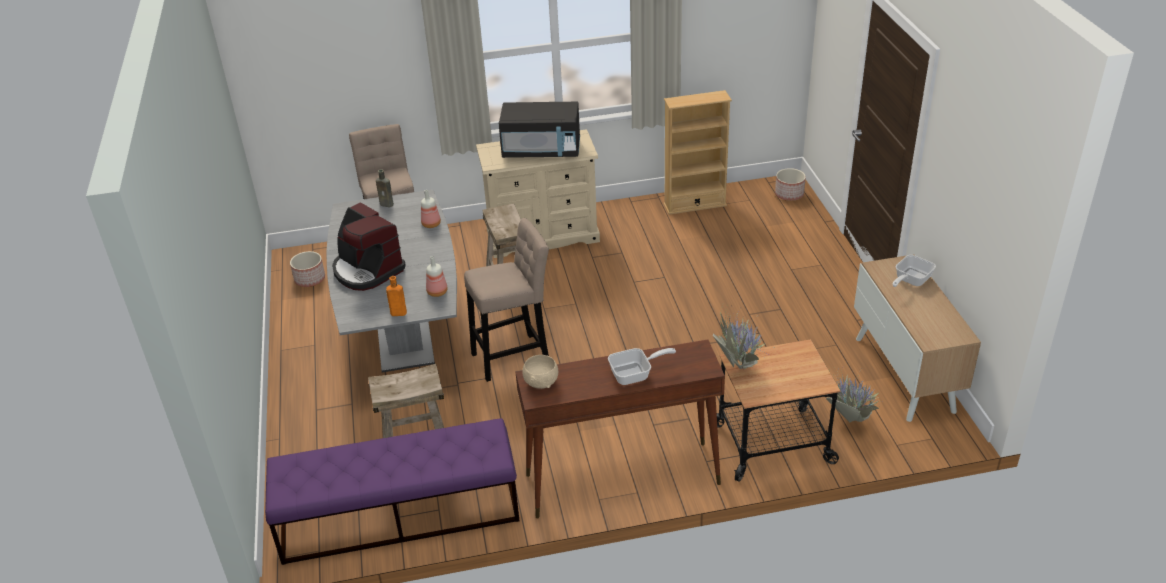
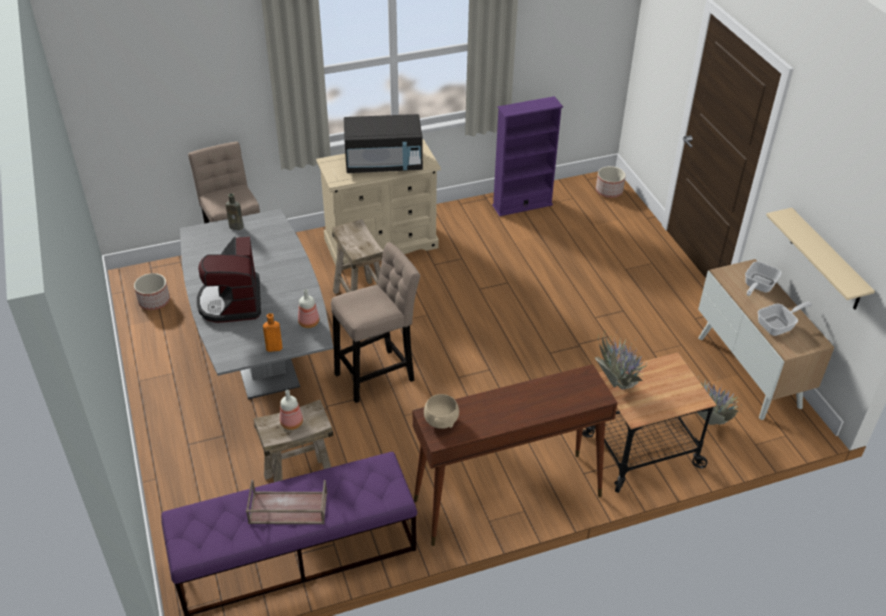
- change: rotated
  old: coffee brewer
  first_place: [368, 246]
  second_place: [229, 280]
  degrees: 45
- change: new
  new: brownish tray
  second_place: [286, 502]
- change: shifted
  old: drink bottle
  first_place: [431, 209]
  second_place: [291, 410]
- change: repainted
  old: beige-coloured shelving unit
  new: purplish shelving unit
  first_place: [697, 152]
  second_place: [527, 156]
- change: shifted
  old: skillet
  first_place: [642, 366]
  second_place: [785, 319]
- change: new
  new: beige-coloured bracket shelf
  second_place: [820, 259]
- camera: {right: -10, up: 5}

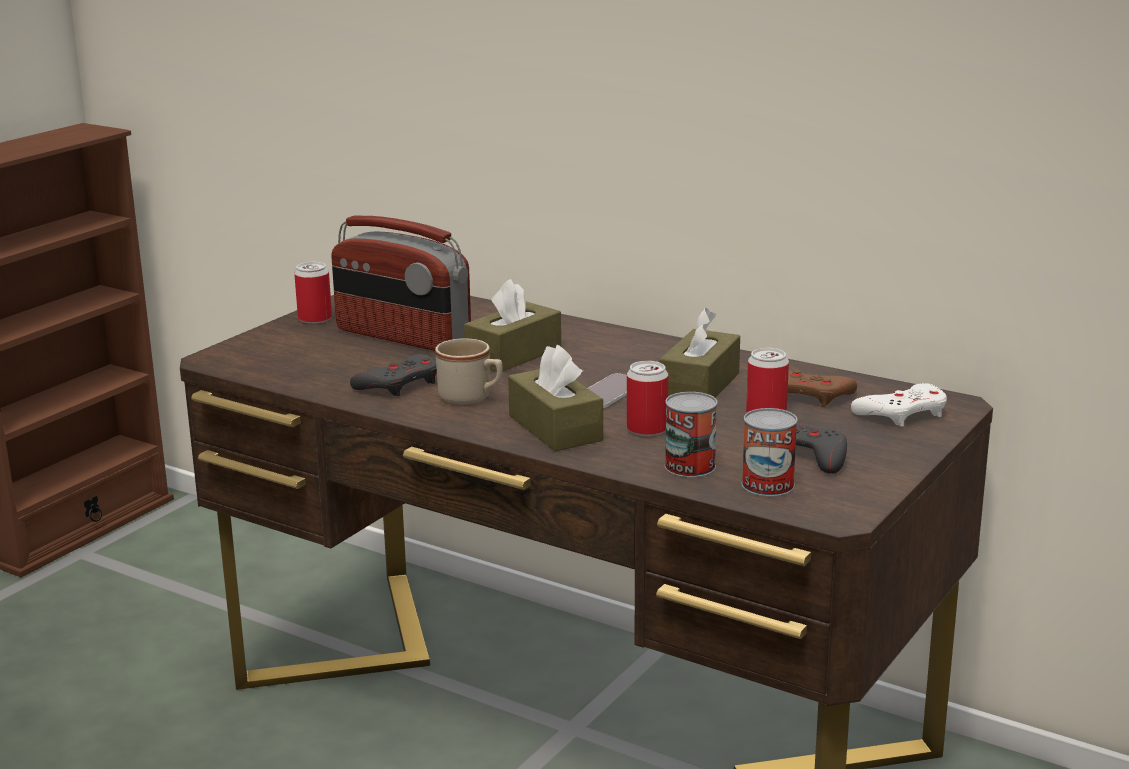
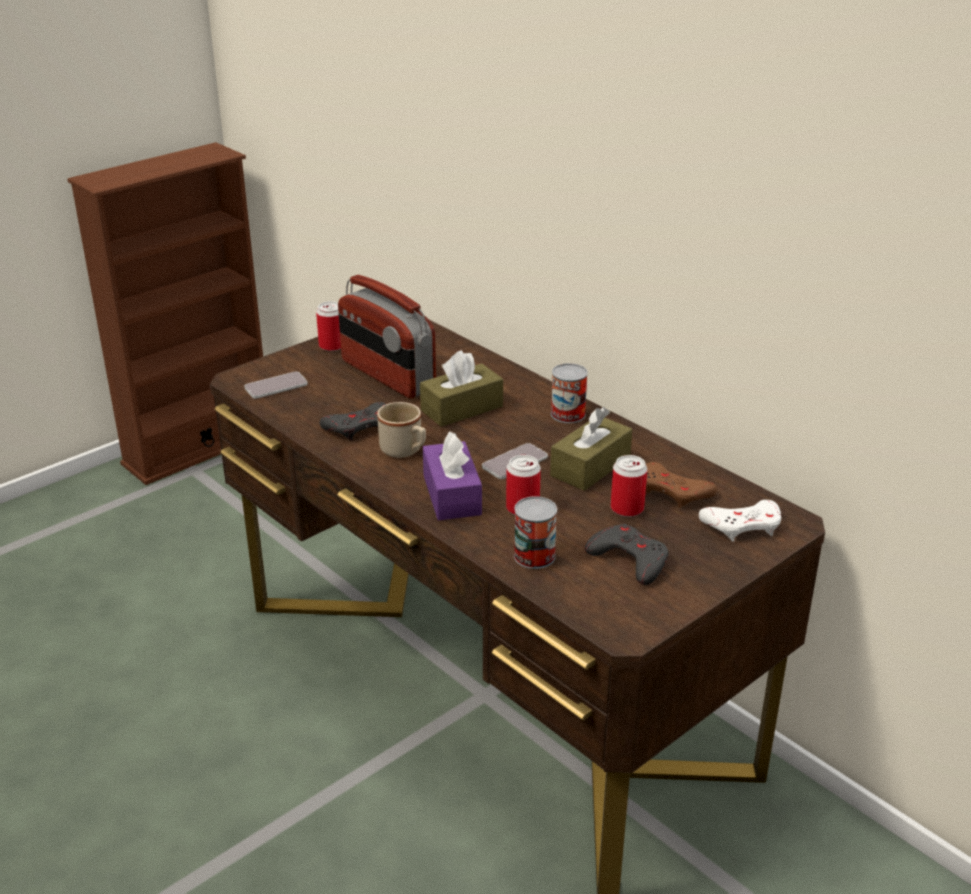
- change: new
  new: phone
  second_place: [276, 385]
- change: repainted
  old: brownish tissue box
  new: purplish tissue box
  first_place: [555, 398]
  second_place: [452, 475]
- change: shifted
  old: can
  first_place: [770, 452]
  second_place: [569, 393]
- camera: {right: 15, up: 10}

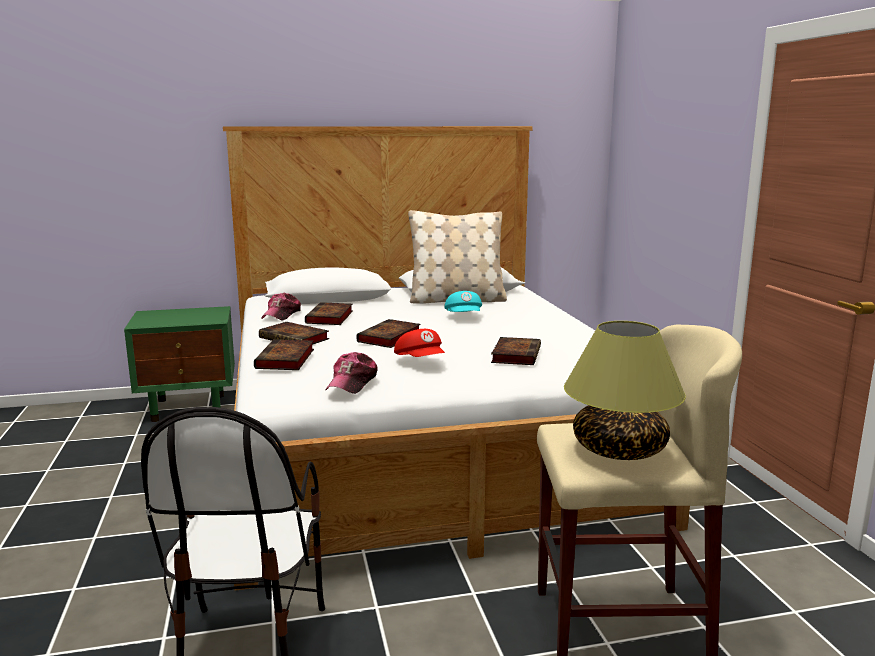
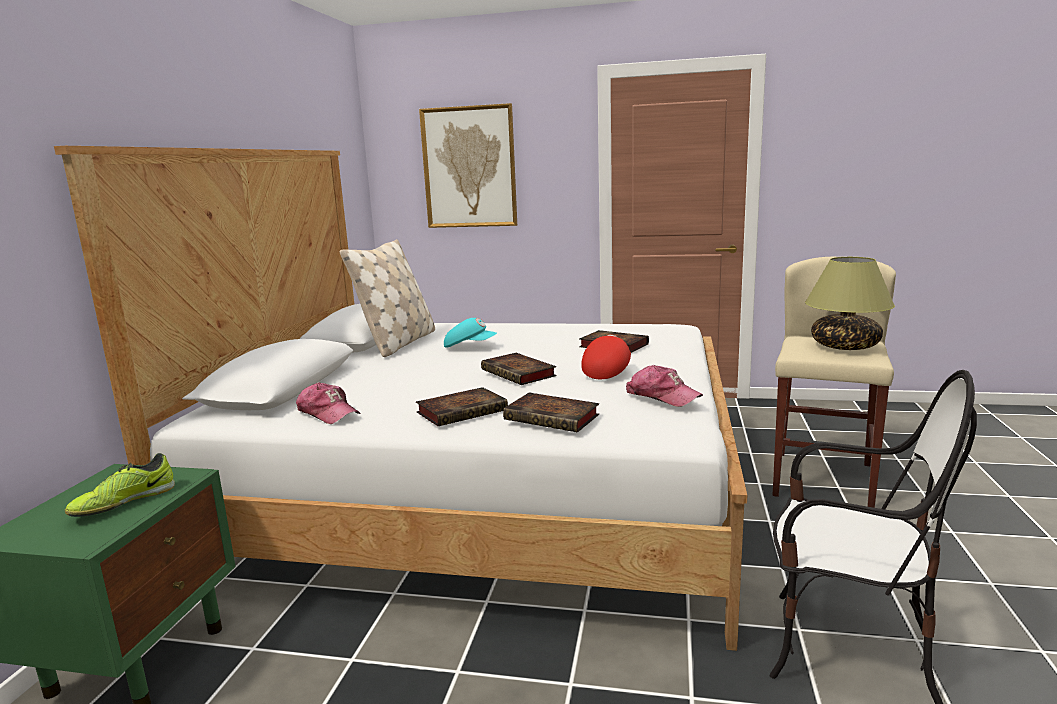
- change: new
  new: shoe
  second_place: [120, 485]
- change: new
  new: wall art
  second_place: [468, 165]
- change: rotated
  old: reddish cap
  first_place: [419, 343]
  second_place: [606, 357]
  degrees: -60
- change: gone
  old: volume
  first_place: [329, 313]
- camera: {right: -65, up: 0}

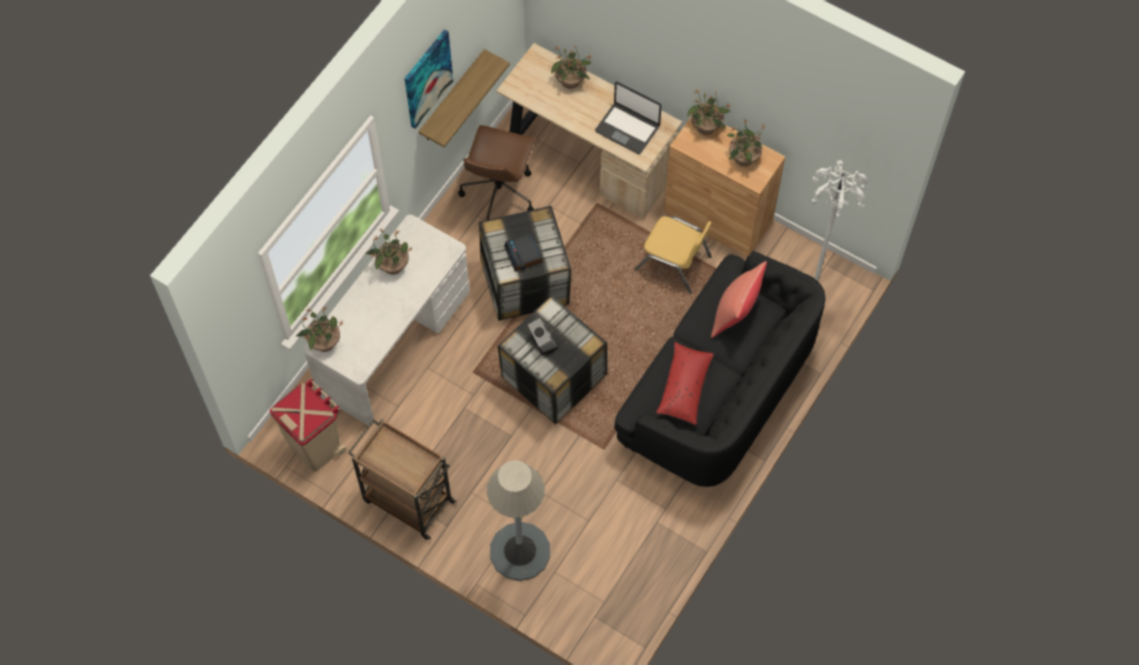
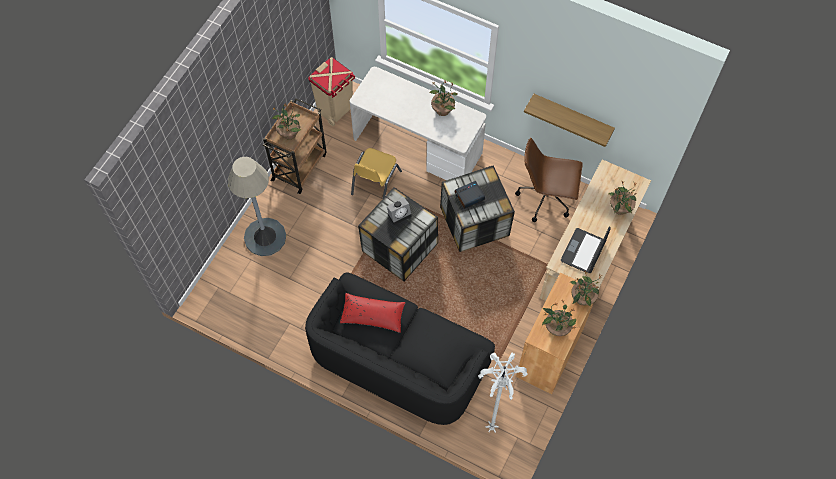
- change: shifted
  old: plant in a pot
  first_place: [319, 329]
  second_place: [286, 121]
- change: shifted
  old: yellowish chair
  first_place: [673, 255]
  second_place: [376, 173]
- change: gone
  old: wall art
  first_place: [429, 79]
- change: gone
  old: reddish pillow
  first_place: [739, 299]
- camera: {right: 85, up: 0}

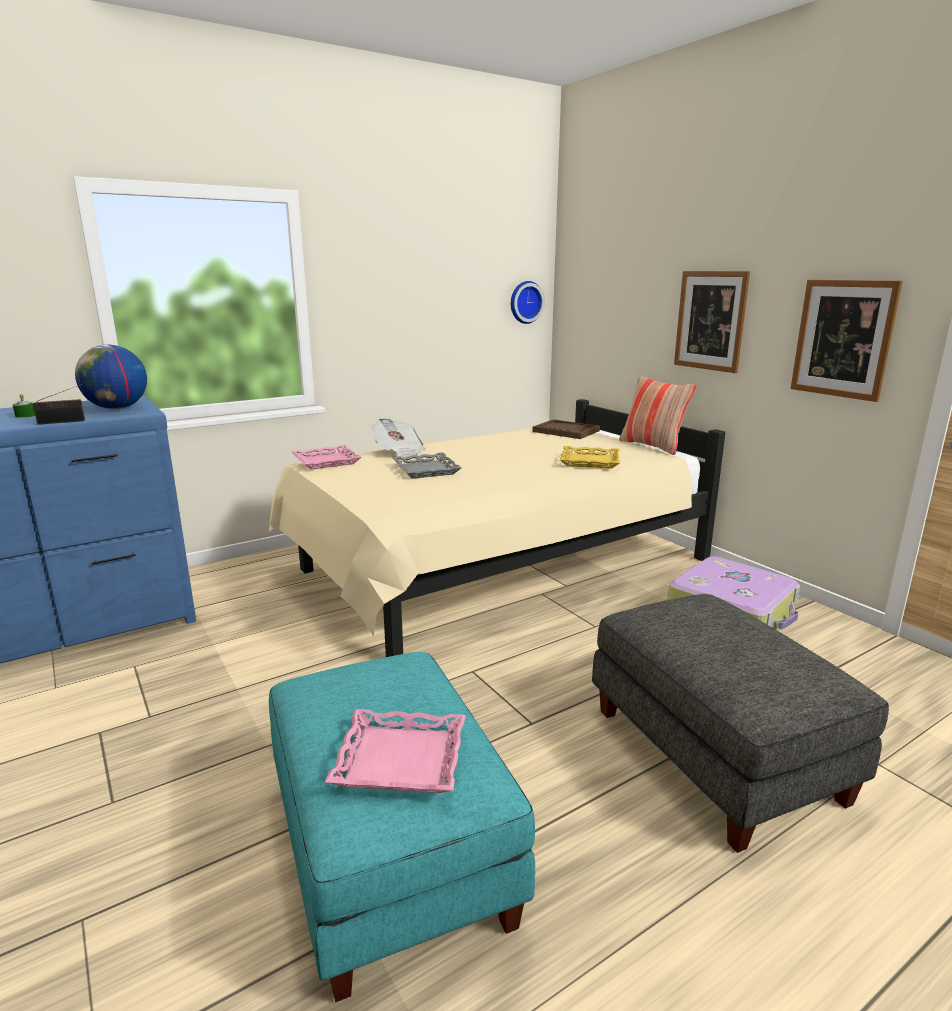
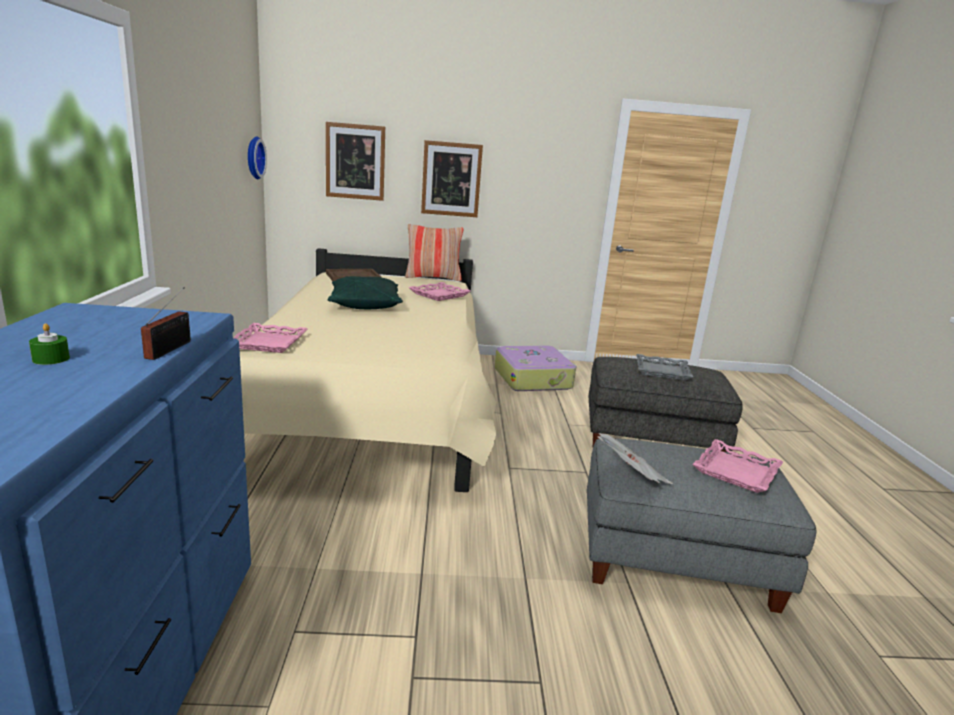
- change: shifted
  old: wall art
  first_place: [846, 341]
  second_place: [355, 161]
- change: new
  new: greenish pillow
  second_place: [365, 292]
- change: repainted
  old: yellowish tray
  new: pink-coloured tray
  first_place: [590, 457]
  second_place: [440, 291]
- change: repainted
  old: blue-green ottoman
  new: greyish ottoman
  first_place: [402, 827]
  second_place: [701, 525]
- change: shifted
  old: printed paper
  first_place: [398, 437]
  second_place: [635, 458]
- change: shifted
  old: greyish tray
  first_place: [427, 465]
  second_place: [664, 367]
- change: gone
  old: world globe
  first_place: [111, 377]
- camera: {right: -60, up: 0}

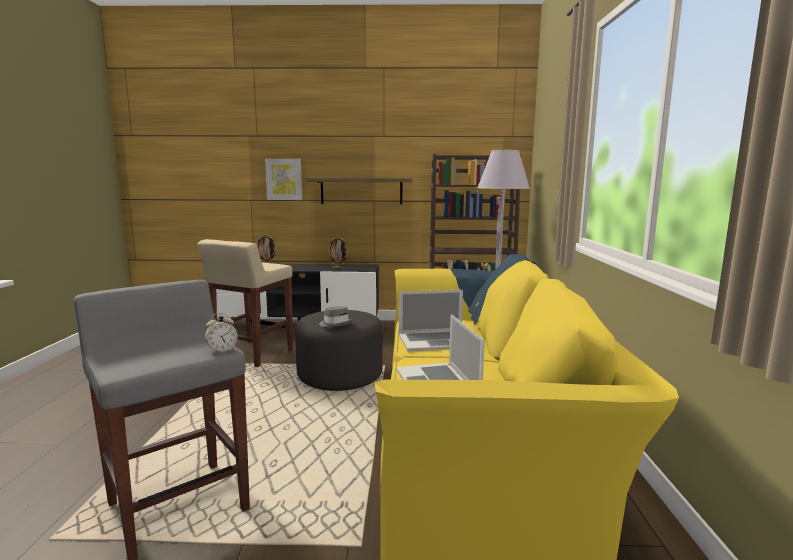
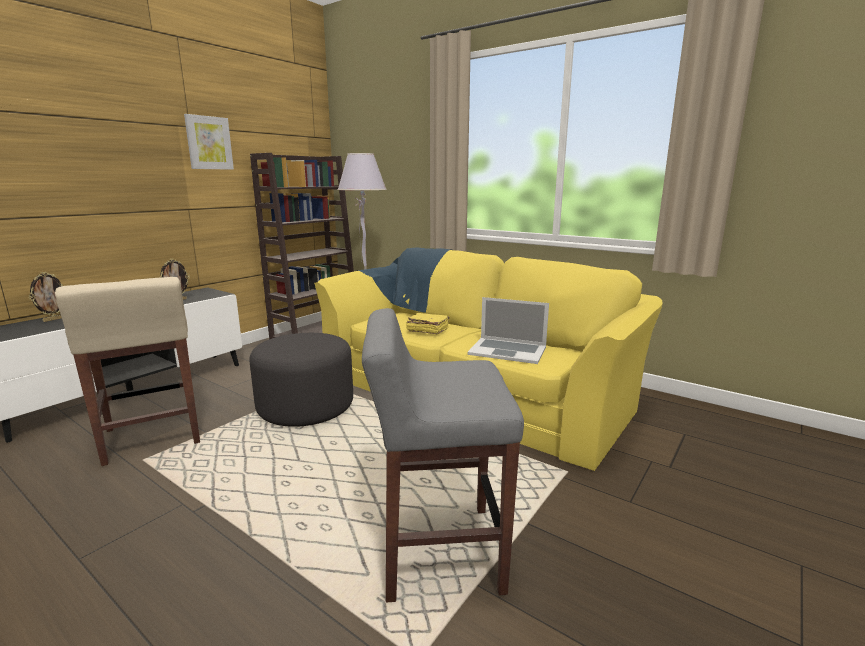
- change: shifted
  old: wall art
  first_place: [283, 179]
  second_place: [209, 142]
- change: swapped
  old: portable computer
  new: yellowish volume
  first_place: [431, 320]
  second_place: [428, 323]
- change: gone
  old: table clock
  first_place: [221, 333]
- change: gone
  old: bracket shelf
  first_place: [359, 191]
- change: gone
  old: greyish wearable hat
  first_place: [336, 316]
- camera: {right: -55, up: 5}

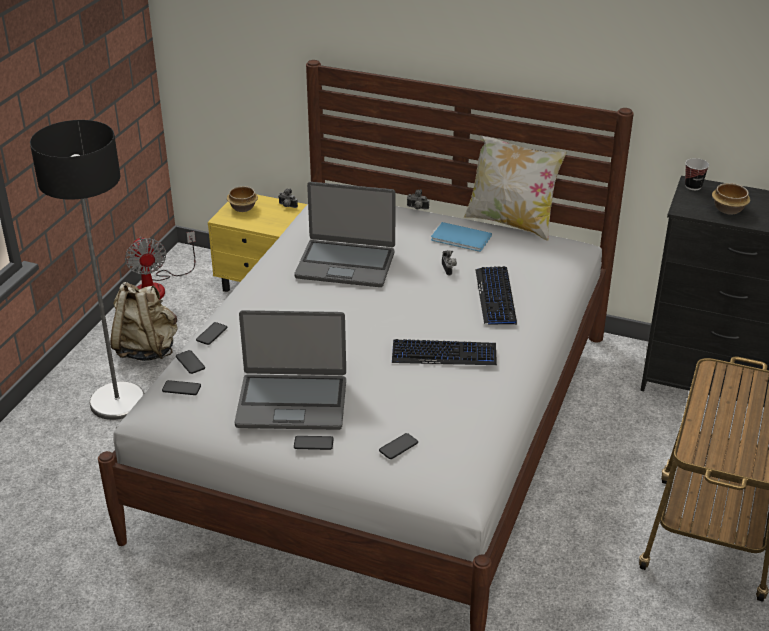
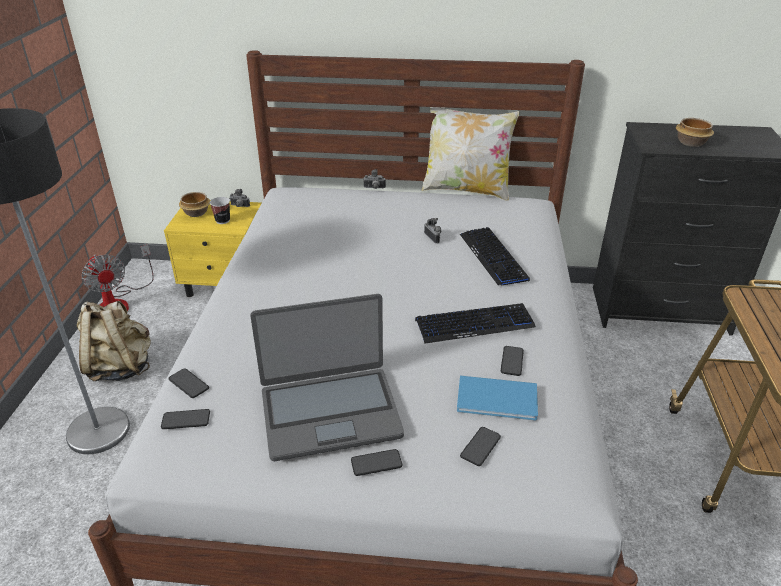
- change: shifted
  old: cup
  first_place: [697, 174]
  second_place: [220, 210]
- change: shifted
  old: blue-coloured volume
  first_place: [461, 237]
  second_place: [497, 398]
- change: shifted
  old: phone
  first_place: [211, 333]
  second_place: [512, 361]
- change: gone
  old: portable computer
  first_place: [345, 234]
- camera: {right: -15, up: 0}

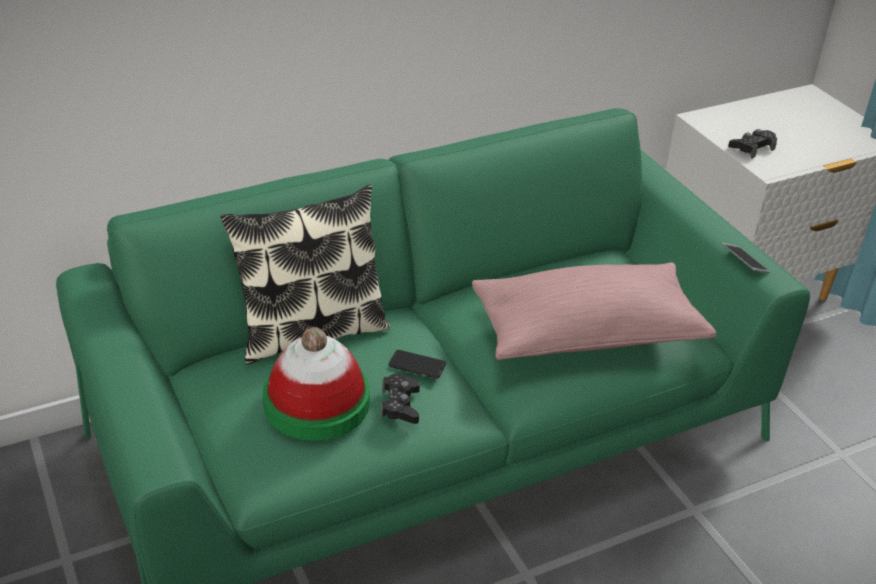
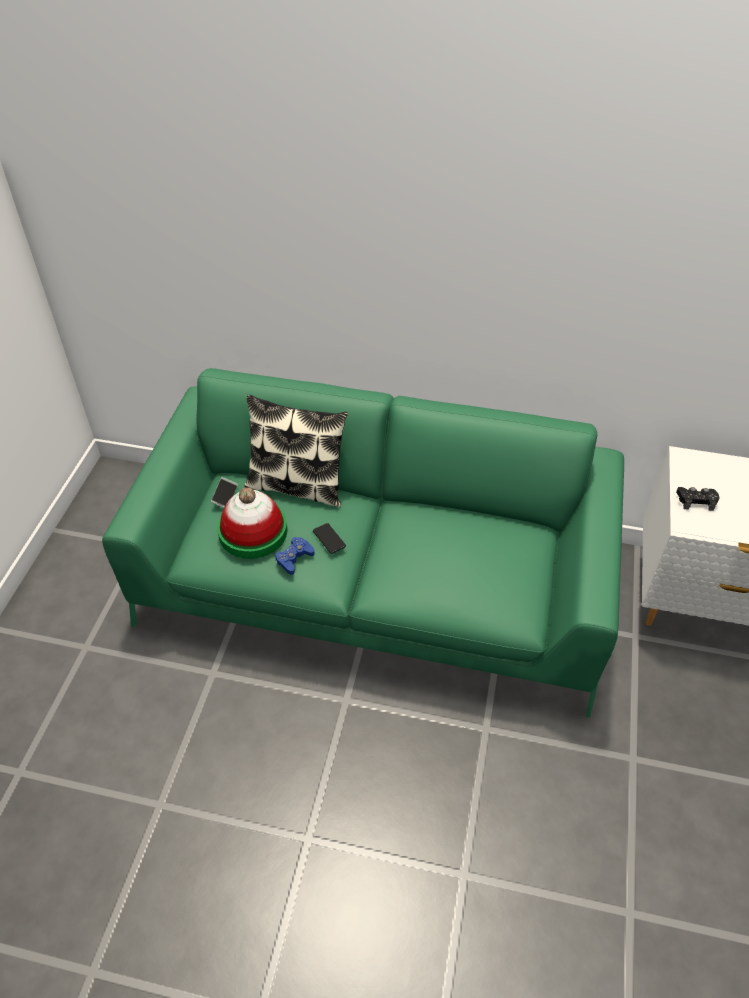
- change: shifted
  old: phone
  first_place: [745, 258]
  second_place: [224, 492]
- change: repainted
  old: black joypad
  new: blue-coloured joypad
  first_place: [400, 399]
  second_place: [294, 556]
- change: gone
  old: pink-coloured pillow
  first_place: [594, 311]
- camera: {right: 40, up: 10}

